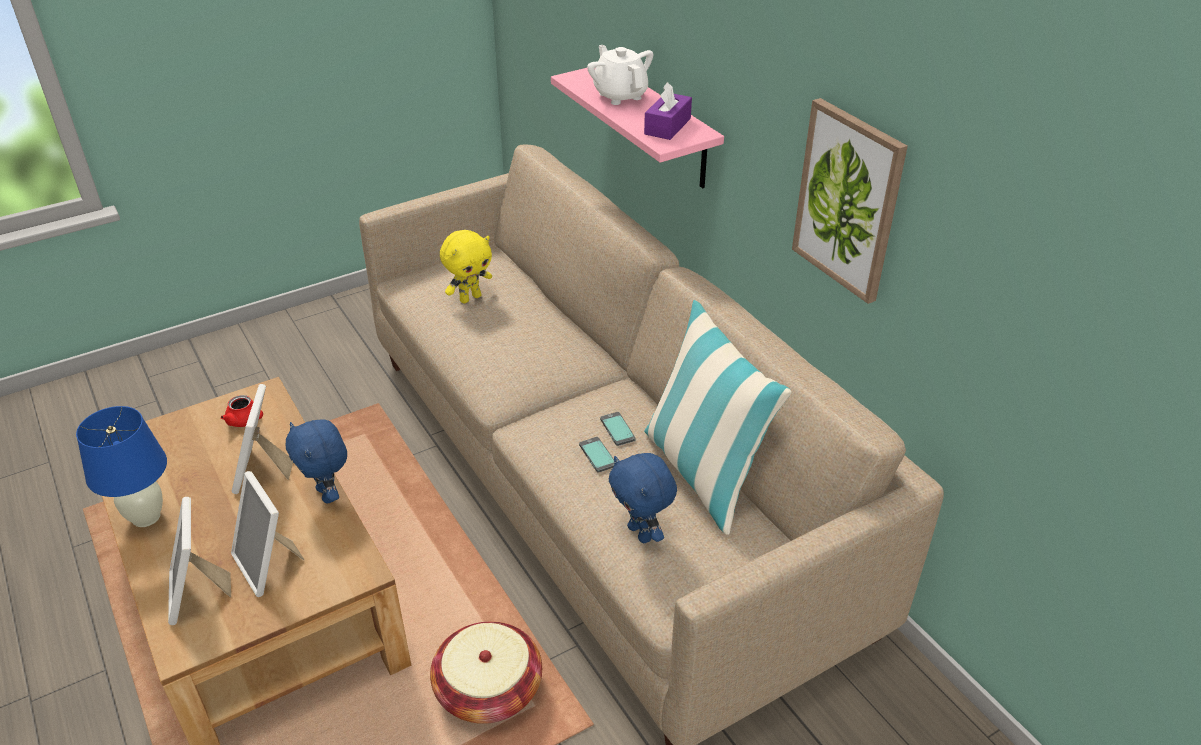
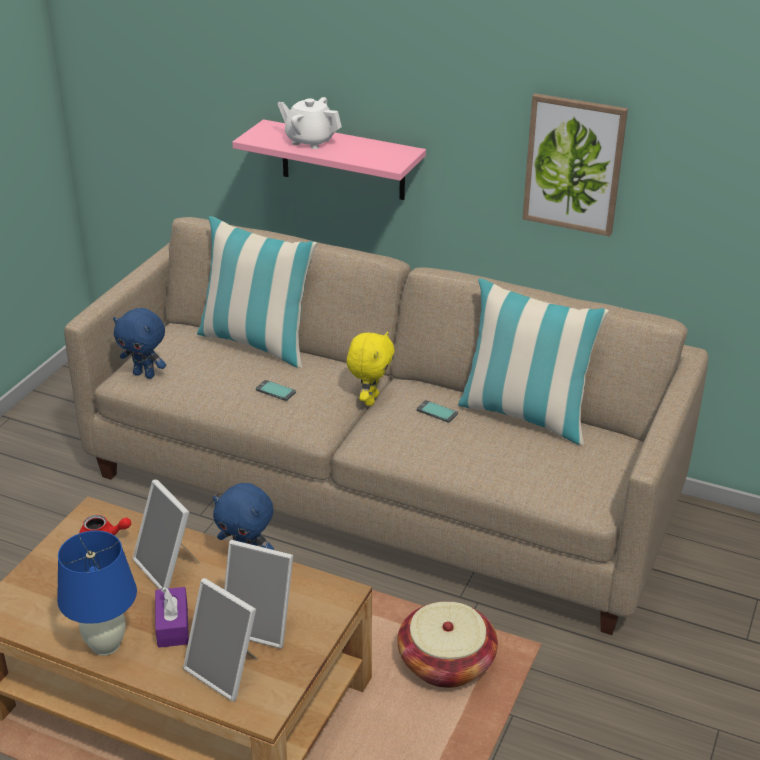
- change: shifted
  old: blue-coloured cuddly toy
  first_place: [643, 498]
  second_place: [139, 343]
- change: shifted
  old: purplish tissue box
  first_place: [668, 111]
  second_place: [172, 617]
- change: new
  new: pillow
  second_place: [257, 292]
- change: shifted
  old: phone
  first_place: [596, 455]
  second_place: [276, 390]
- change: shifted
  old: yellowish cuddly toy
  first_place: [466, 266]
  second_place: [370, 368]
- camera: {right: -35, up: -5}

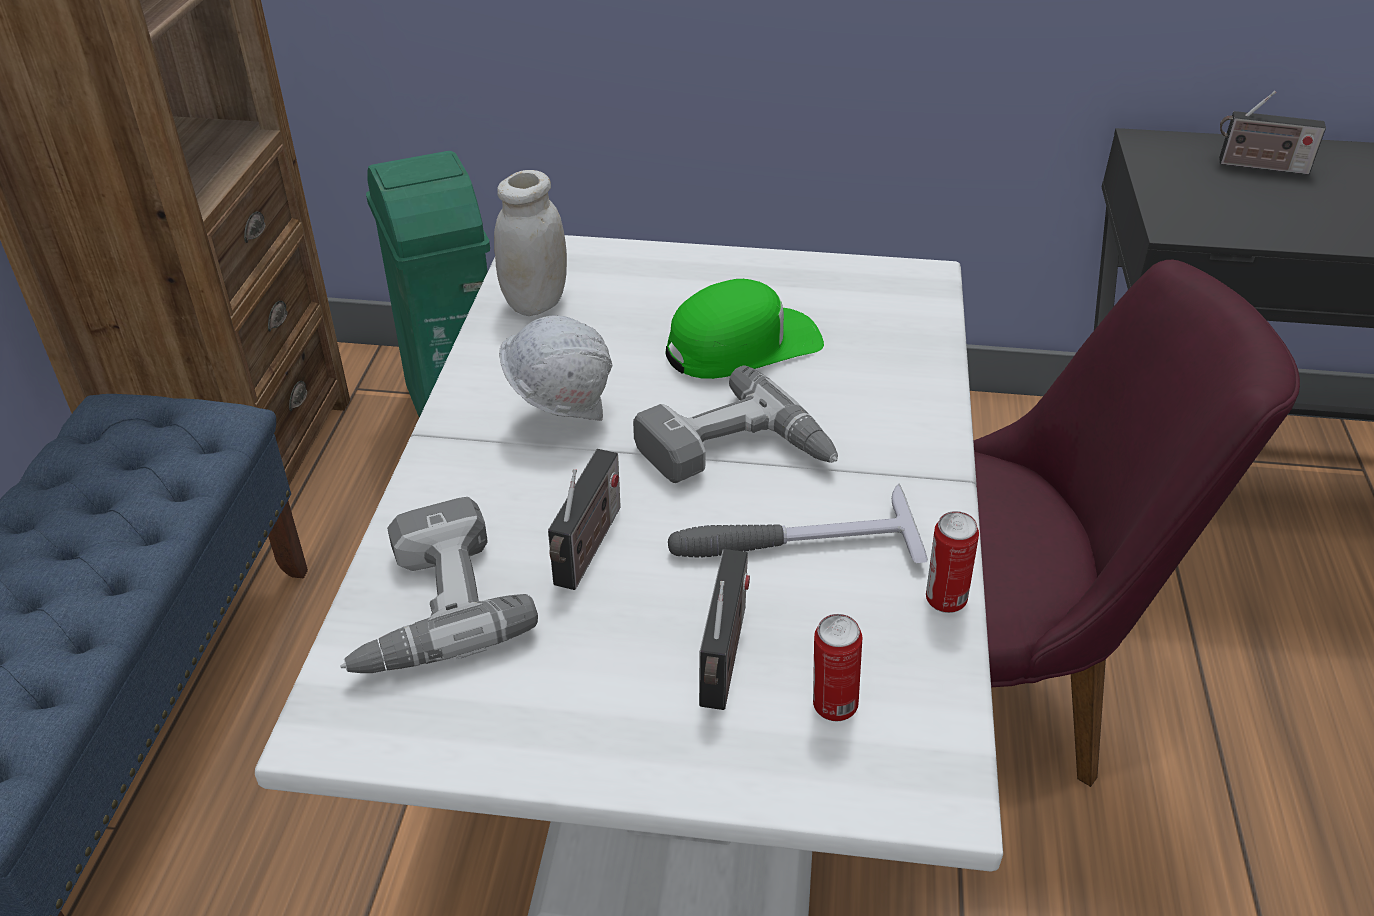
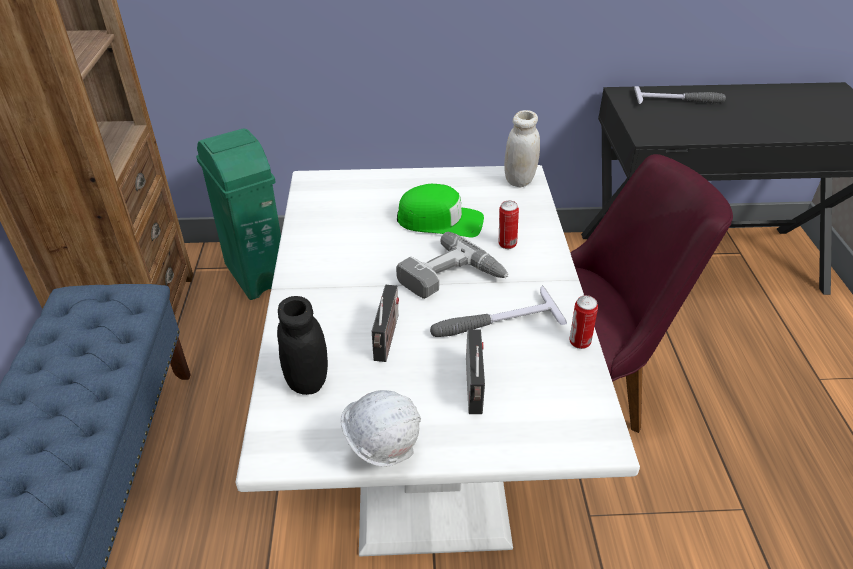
- change: swapped
  old: electric drill
  new: black jar
  first_place: [439, 585]
  second_place: [302, 345]
- change: shifted
  old: white hard hat
  first_place: [556, 368]
  second_place: [381, 428]
- change: rotated
  old: greenish cap
  first_place: [745, 329]
  second_place: [440, 210]
  degrees: 45
- change: shifted
  old: can
  first_place: [837, 667]
  second_place: [509, 224]
- change: shifted
  old: white jar
  first_place: [530, 243]
  second_place: [522, 148]
- change: swapped
  old: radio set
  new: tool hammer
  first_place: [1272, 133]
  second_place: [680, 95]
- camera: {right: -10, up: 0}

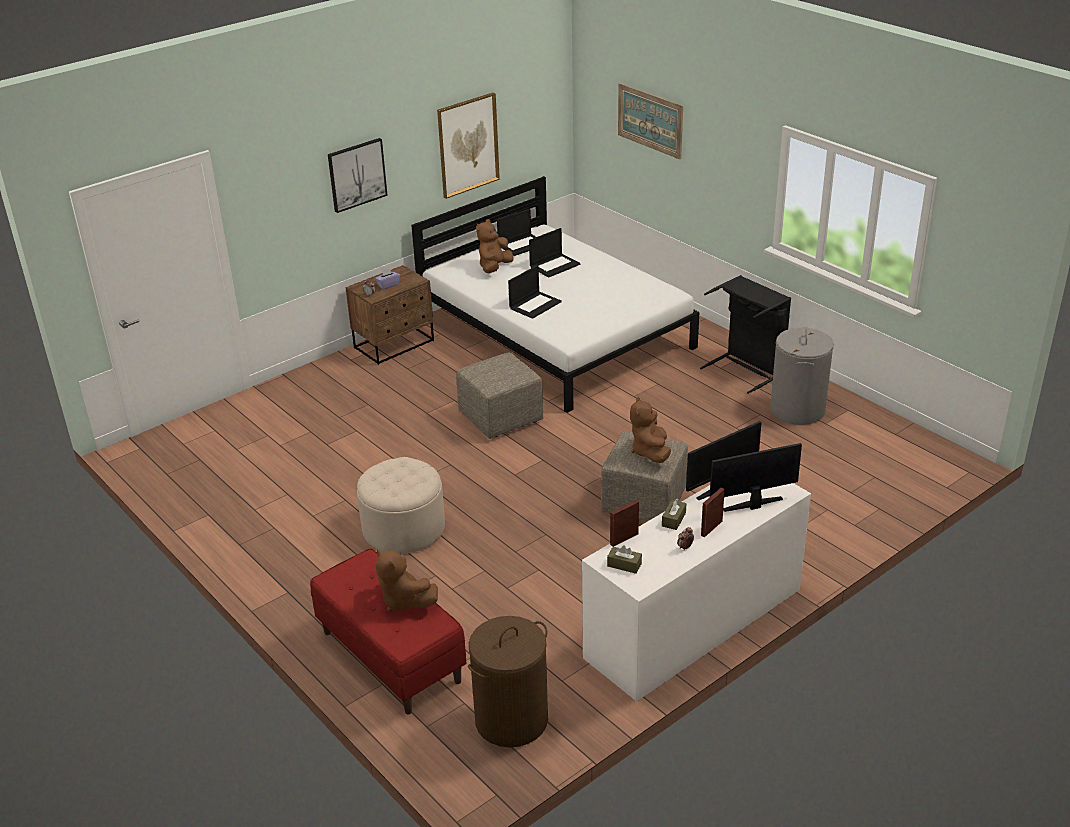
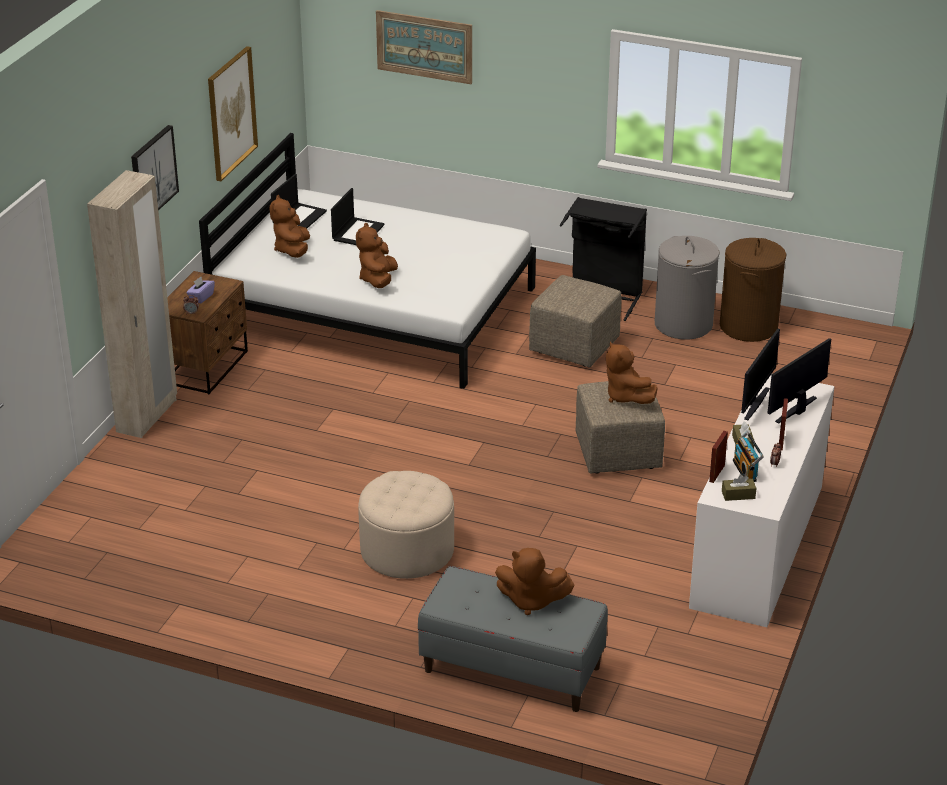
- change: new
  new: beige-coloured armoire
  second_place: [132, 304]
- change: swapped
  old: portable computer
  new: brownish cuddly toy
  first_place: [535, 292]
  second_place: [377, 255]
- change: repainted
  old: reddish long seat
  new: greyish long seat
  first_place: [388, 631]
  second_place: [513, 639]
- change: shifted
  old: beige-coloured ottoman
  first_place: [500, 395]
  second_place: [575, 321]
- change: shifted
  old: brownish washing basket
  first_place: [508, 682]
  second_place: [753, 290]
- change: new
  new: radio set
  second_place: [748, 456]
- camera: {right: -30, up: 0}

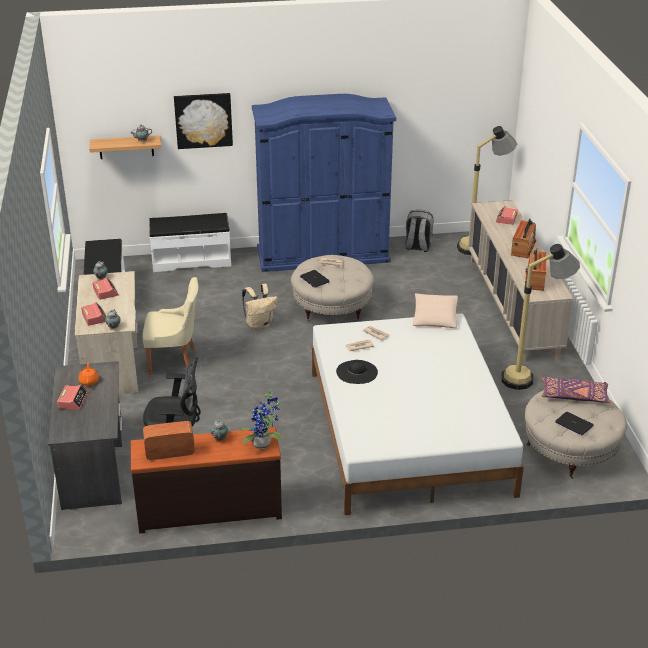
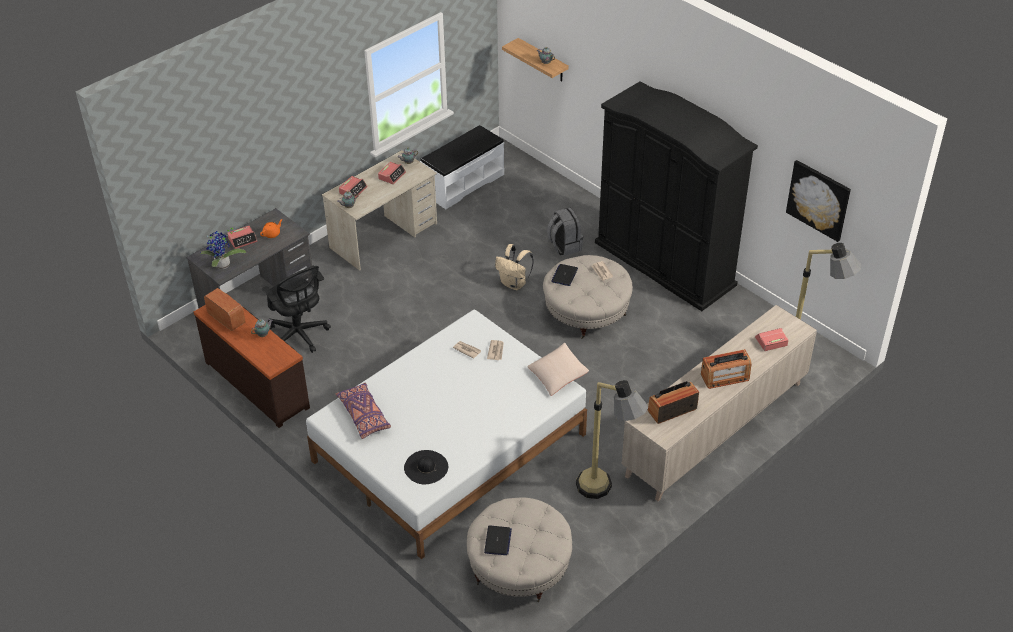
- change: shifted
  old: plant in a pot
  first_place: [262, 418]
  second_place: [223, 248]
- change: shifted
  old: purplish pillow
  first_place: [576, 390]
  second_place: [363, 411]
- change: shifted
  old: black wearable hat
  first_place: [357, 372]
  second_place: [426, 467]
- change: shifted
  old: greyish rucksack
  first_place: [419, 231]
  second_place: [565, 232]
- change: repainted
  old: blue-coloured armoire
  new: black armoire
  first_place: [324, 183]
  second_place: [676, 196]
- change: shifted
  old: wall art
  first_place: [203, 121]
  second_place: [818, 201]
- change: gone
  old: beige-coloured chair
  first_place: [170, 326]
- change: gone
  old: white long seat
  first_place: [190, 242]
- camera: {right: 55, up: 10}

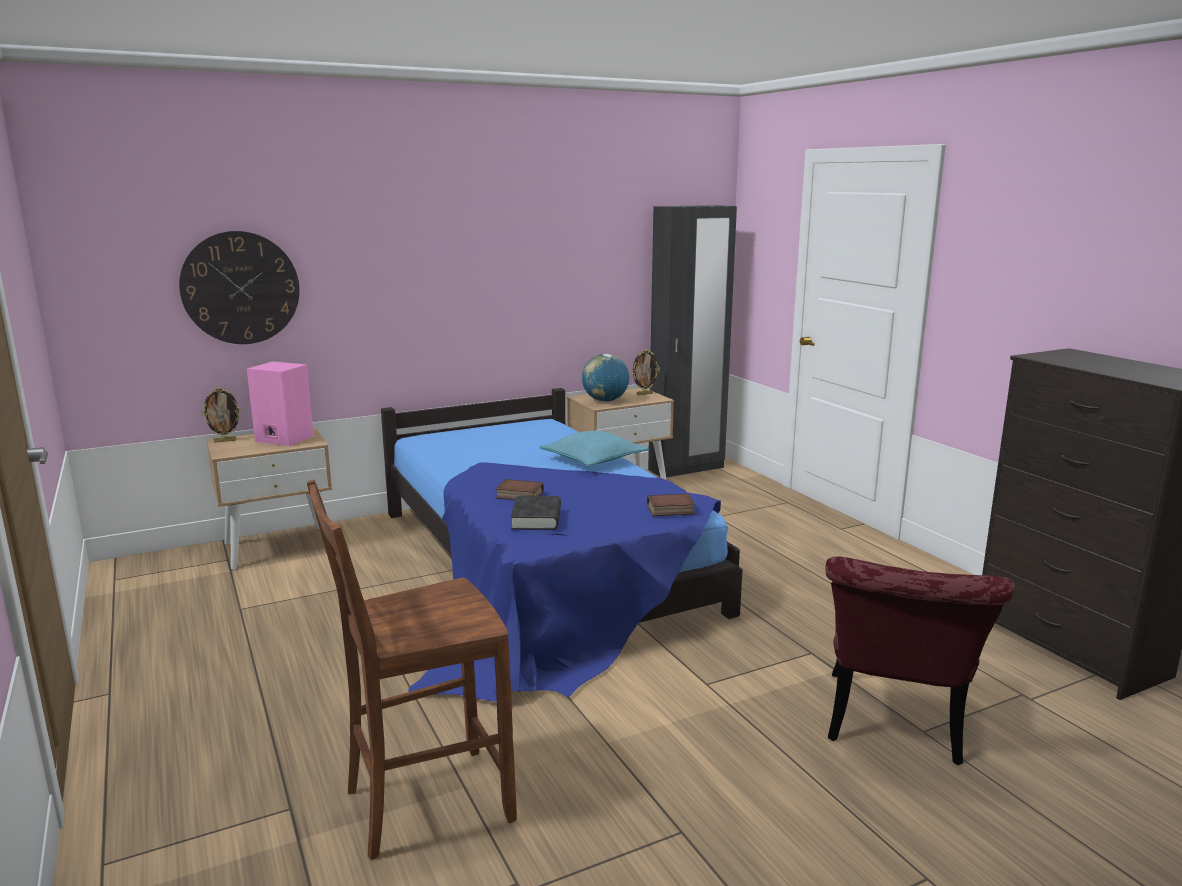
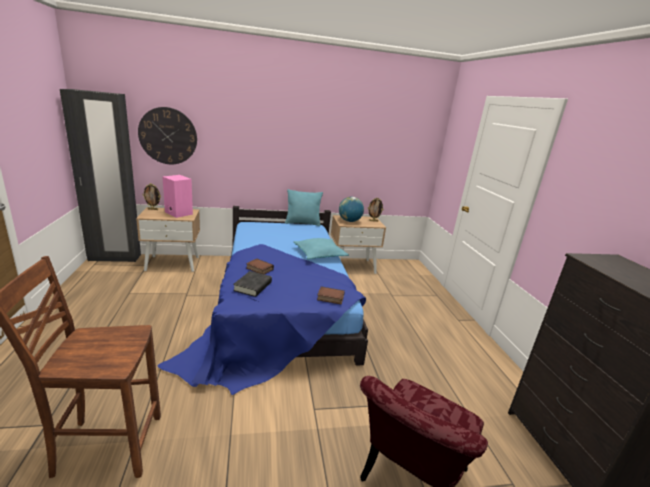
- change: shifted
  old: black armoire
  first_place: [692, 341]
  second_place: [100, 175]
- change: new
  new: blue-green pillow
  second_place: [304, 207]
- camera: {right: 15, up: 5}

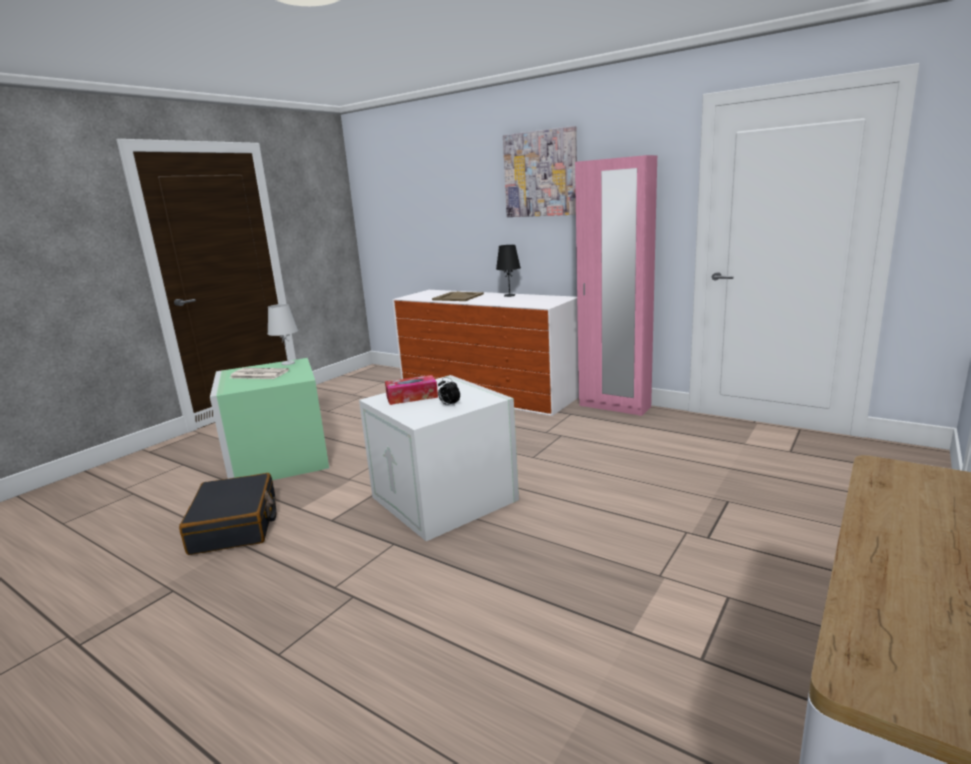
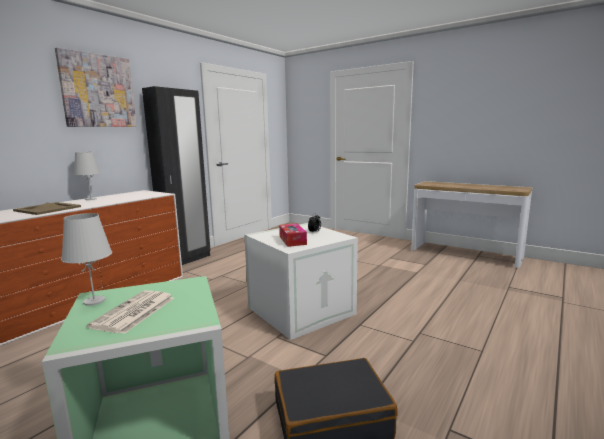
- change: repainted
  old: black lamp for a table
  new: white lamp for a table
  first_place: [508, 271]
  second_place: [87, 176]
- change: repainted
  old: pink-coloured armoire
  new: black armoire
  first_place: [616, 285]
  second_place: [176, 175]
- camera: {right: -90, up: -5}

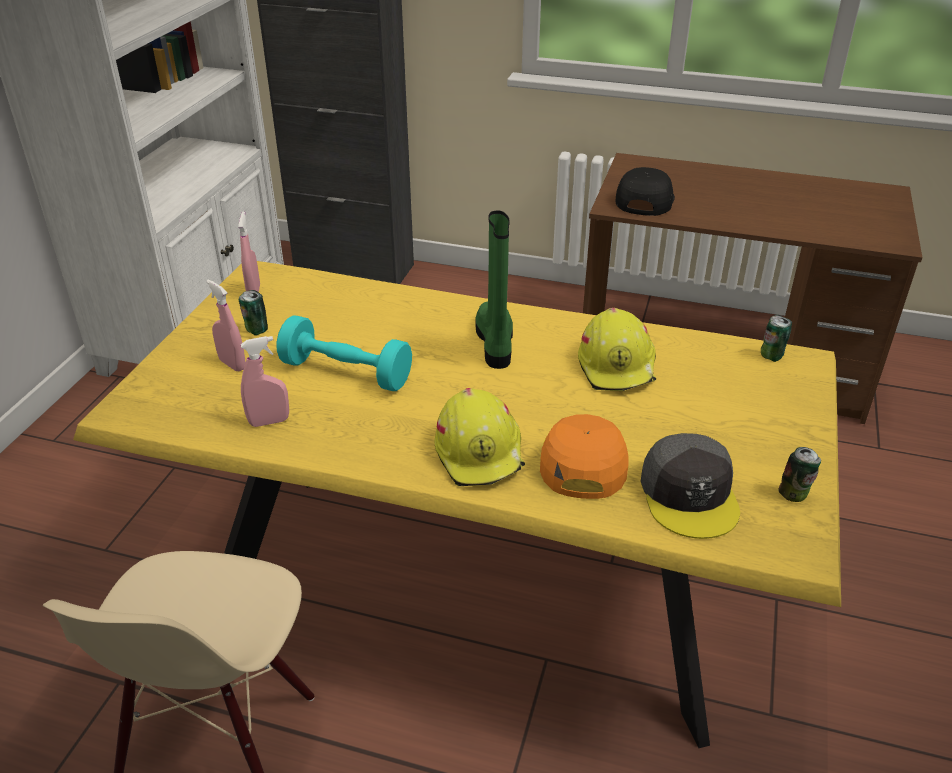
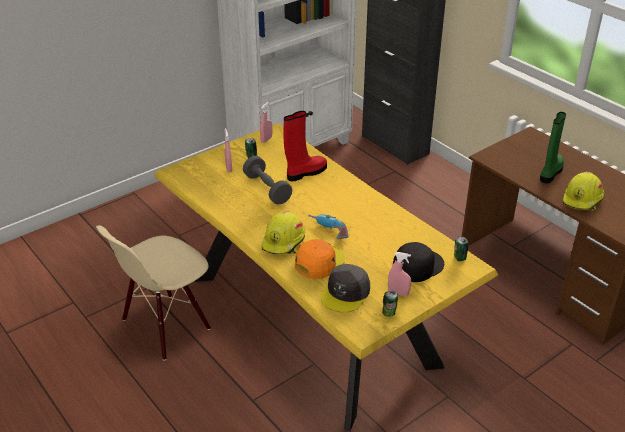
- change: repainted
  old: blue-green free weight
  new: greyish free weight
  first_place: [344, 353]
  second_place: [267, 180]
- change: new
  new: reddish tall boot
  second_place: [305, 146]
- change: new
  new: electric drill
  second_place: [328, 226]
- change: shifted
  old: pink-coloured spray bottle
  first_place: [265, 381]
  second_place: [399, 274]
- change: shifted
  old: black cap
  first_place: [645, 191]
  second_place: [418, 262]
- change: shifted
  old: greenish tall boot
  first_place: [494, 290]
  second_place: [553, 147]
- change: shifted
  old: yellowish hard hat
  first_place: [617, 349]
  second_place: [583, 191]
- camera: {right: 35, up: 0}

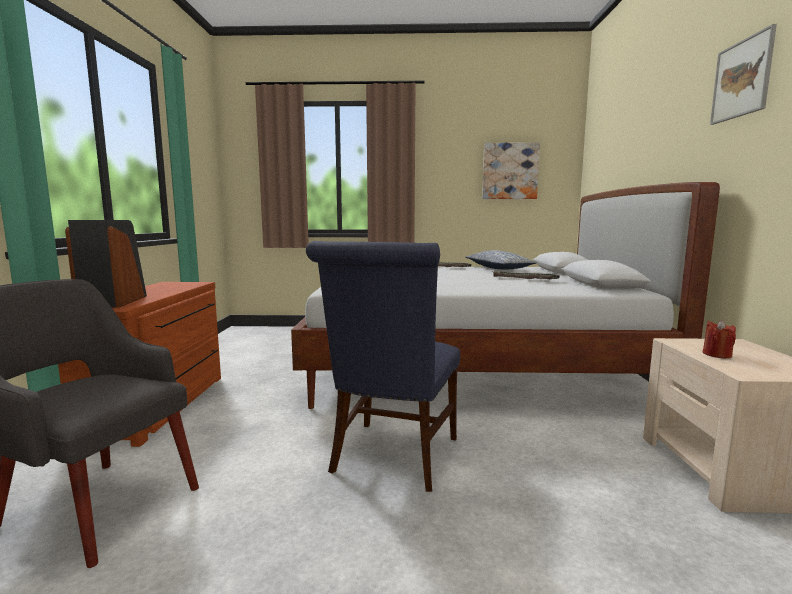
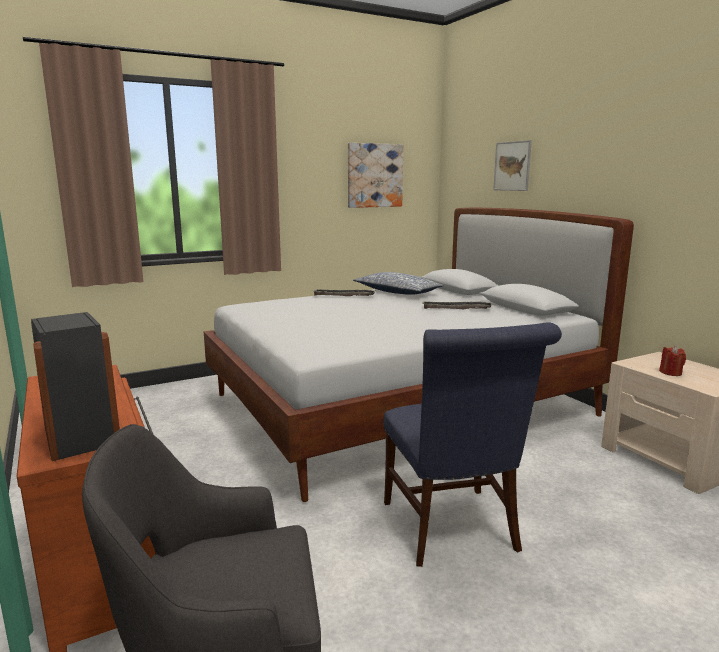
- change: shifted
  old: wall art
  first_place: [743, 74]
  second_place: [512, 165]
- camera: {right: -30, up: 5}

